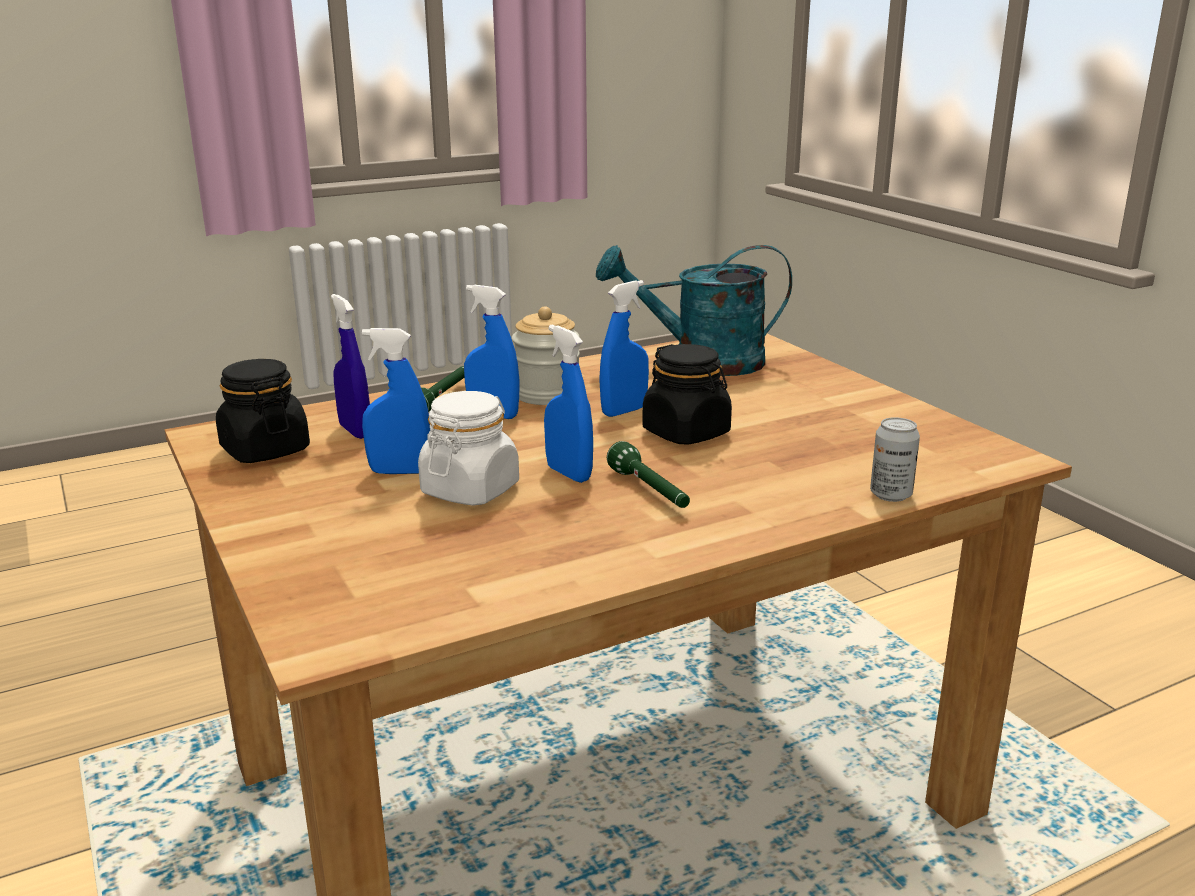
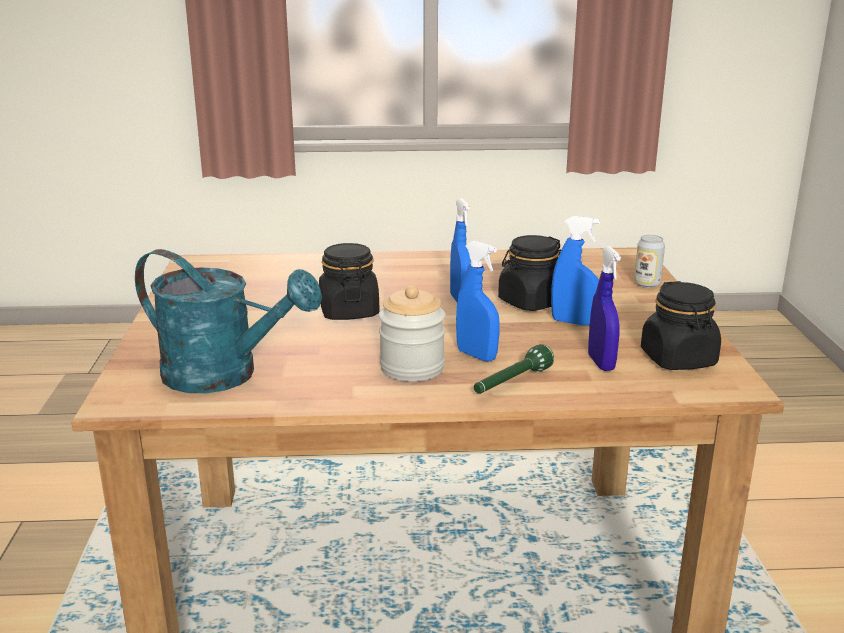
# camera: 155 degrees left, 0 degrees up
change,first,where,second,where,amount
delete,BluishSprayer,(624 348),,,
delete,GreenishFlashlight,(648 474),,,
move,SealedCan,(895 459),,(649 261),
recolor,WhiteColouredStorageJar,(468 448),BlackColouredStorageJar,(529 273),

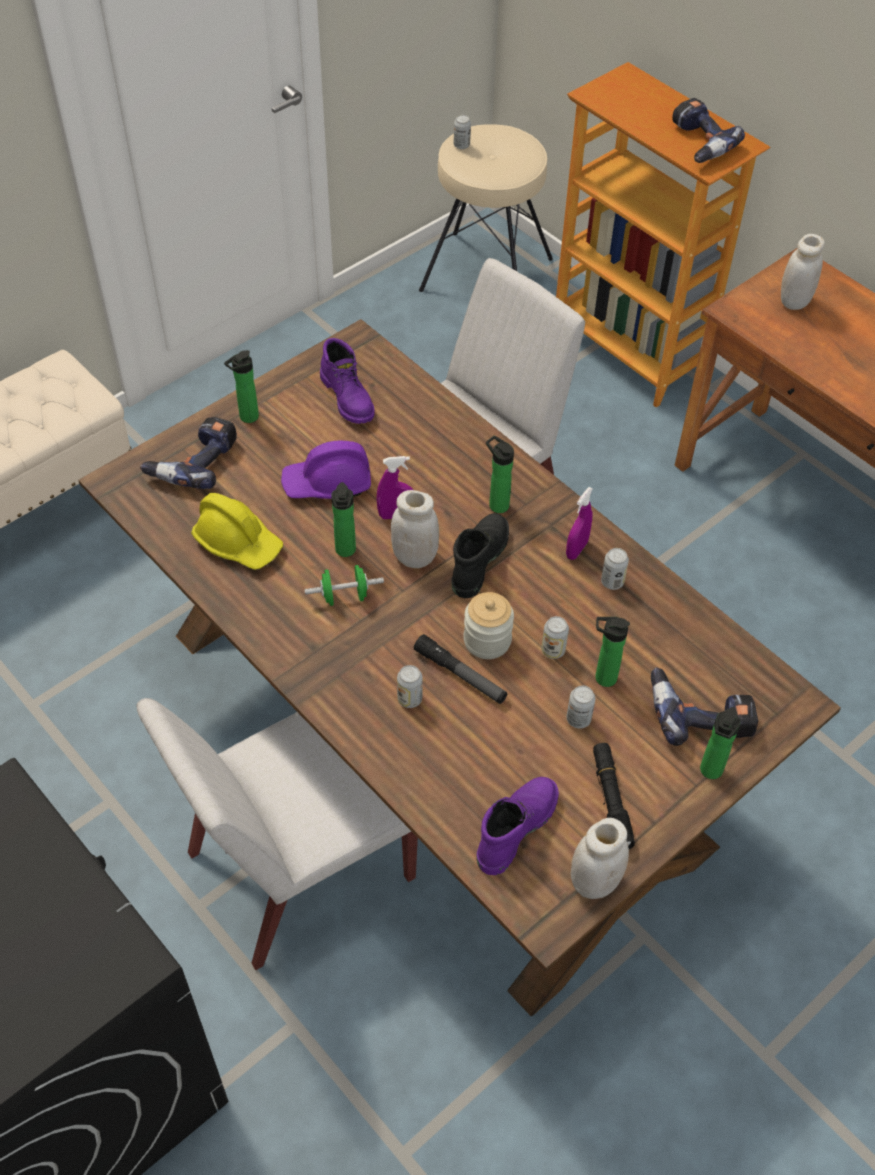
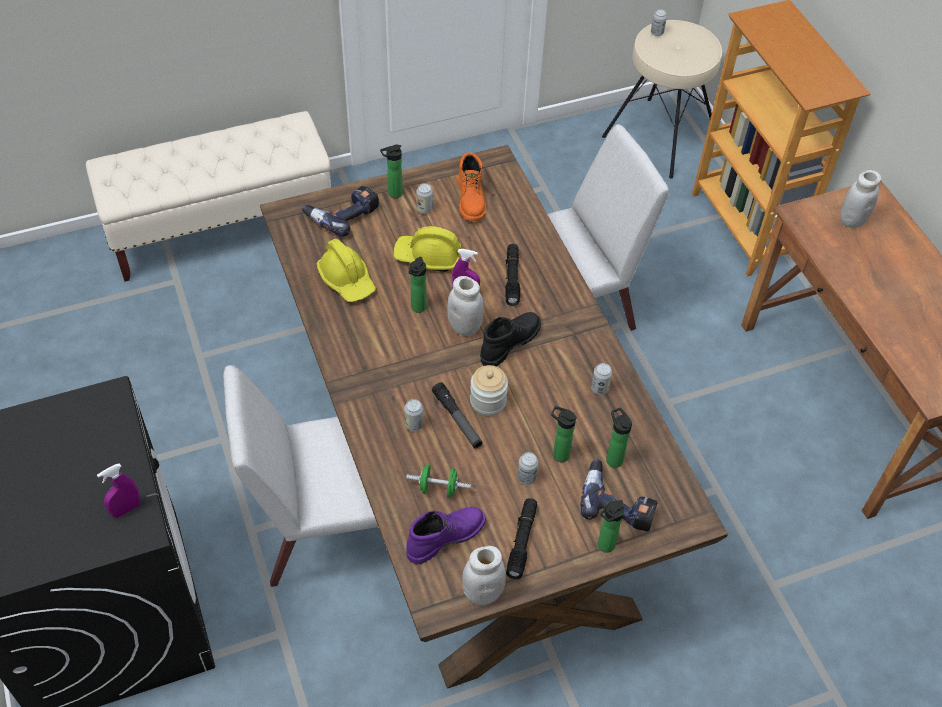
# camera: 20 degrees right, 0 degrees up
change,first,where,second,where,amount
delete,PowerDrill,(708 130),,,
insert,,,BlackColouredFlashlight,(512 275),
move,GreenishHandWeight,(344 585),,(438 481),
move,DrinkBottle,(500 474),,(619 437),
move,SealedCan,(555 637),,(424 198),
move,PurpleColouredSprayer,(579 523),,(118 490),
recolor,PurpleColouredWorkHelmet,(326 470),YellowColouredWorkHelmet,(427 249),
recolor,PurpleColouredHighTopBoot,(347 381),OrangeColouredHighTopBoot,(472 186),

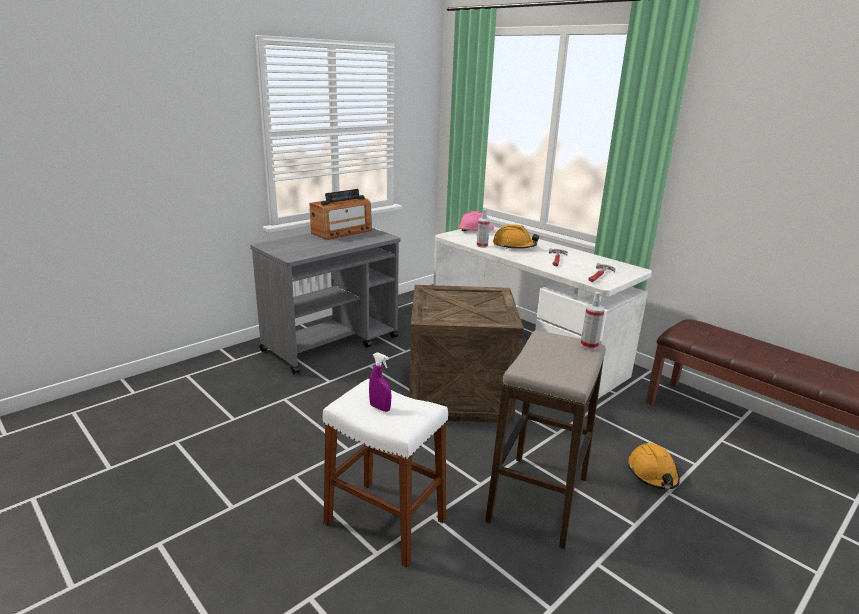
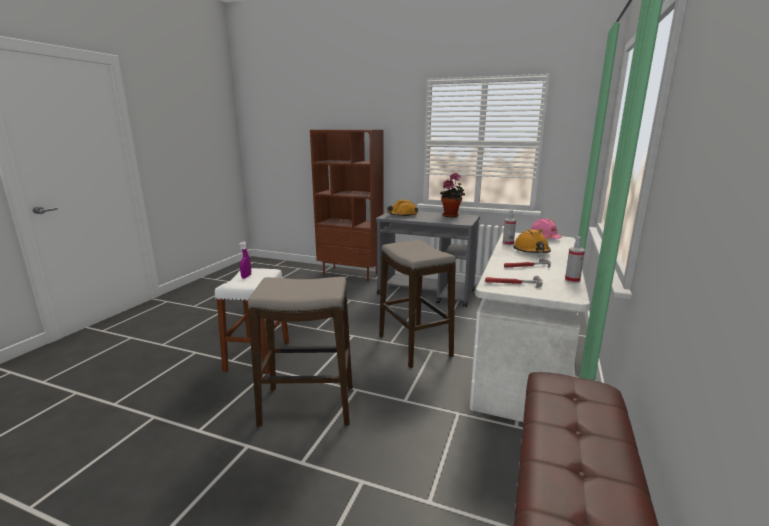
# camera: 65 degrees right, 5 degrees down
change,first,where,second,where,amount
insert,,,BrownishShelvingUnit,(347 205),
move,Sprayer,(593 321),,(575 259),
move,OrangeColouredWorkHelmet,(654 466),,(402 208),
replace,RadioReceiver,(340 214),Houseplant,(452 195),
replace,Crate,(466 354),SittingStool,(417 304),

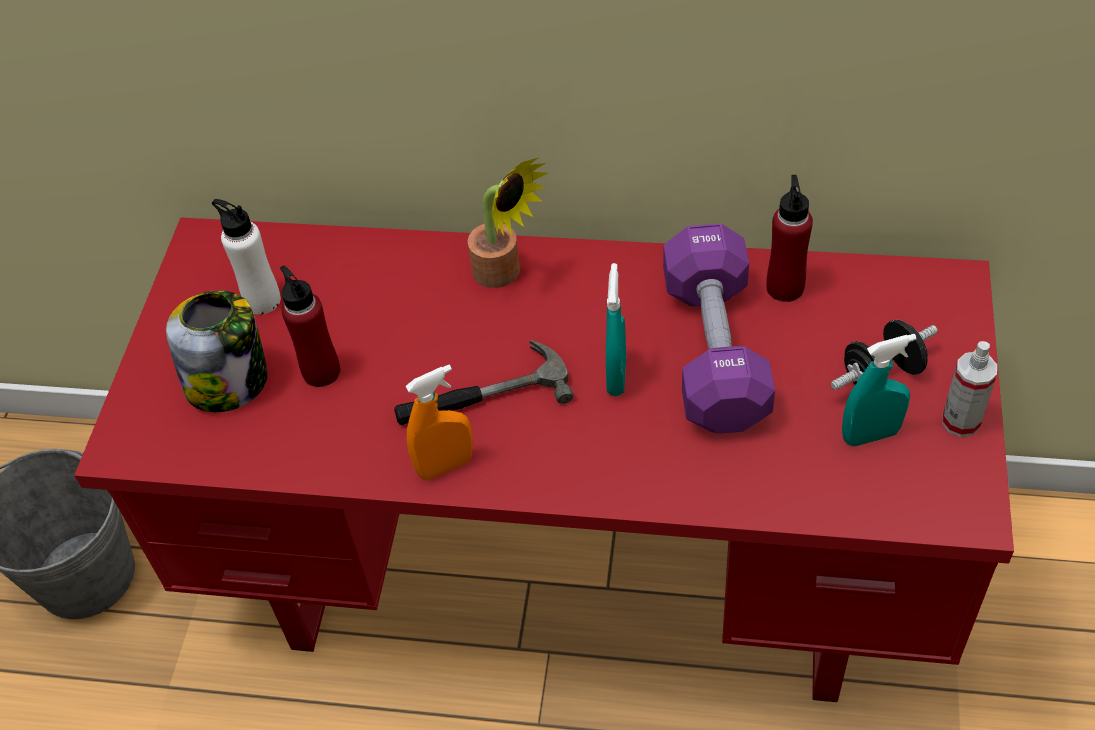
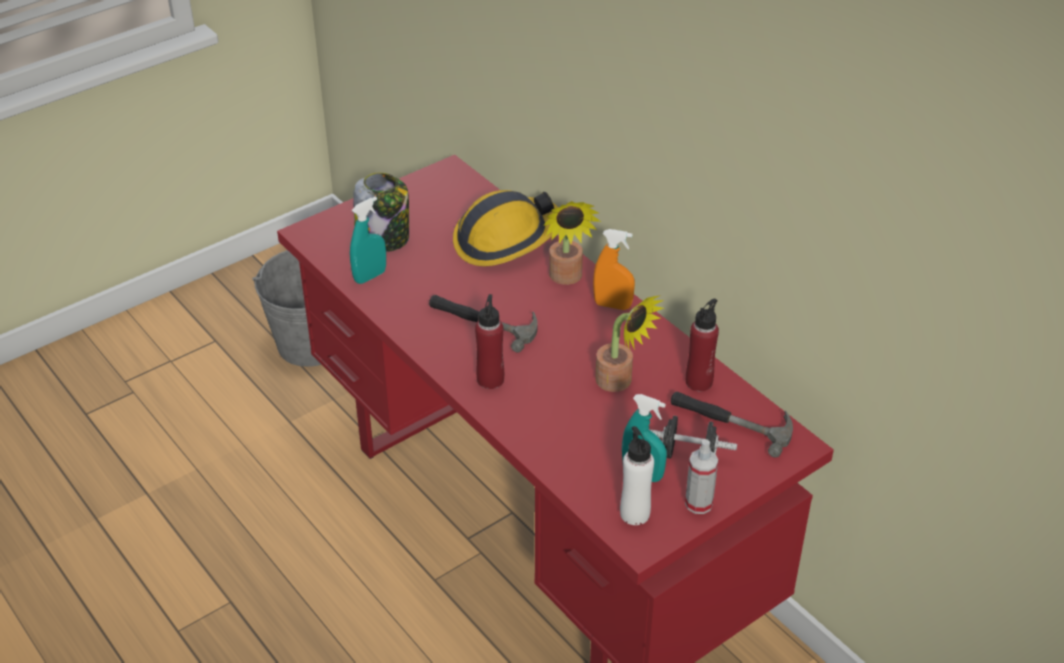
# camera: 40 degrees right, 10 degrees down
change,first,where,second,where,amount
insert,,,WorkHelmet,(505 228),
insert,,,Hammer,(732 424),
move,WhiteColouredDrinkBottle,(246 256),,(637 475),
move,RedDrinkBottle,(310 326),,(489 341),
move,OrangeColouredSprayer,(439 422),,(614 269),
move,BlueGreenSprayer,(616 329),,(368 240),
replace,PurpleColouredHandWeight,(719 328),Houseplant,(629 343),

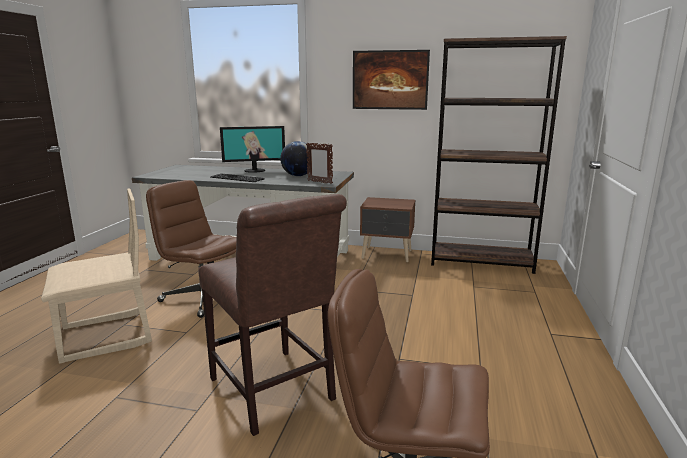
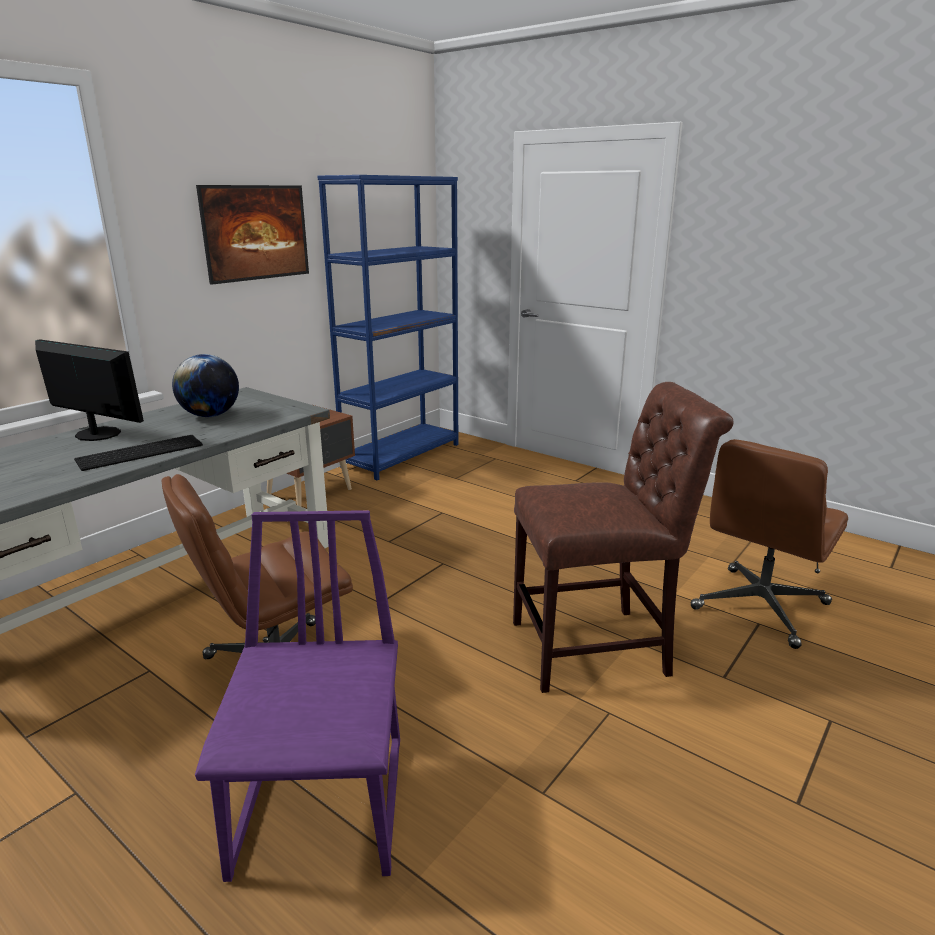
# camera: 65 degrees left, 5 degrees up
change,first,where,second,where,amount
delete,PhotoFrame,(319 163),,,
recolor,BeigePlainChair,(96 276),PurpleColouredPlainChair,(297 696),
recolor,BrownishShelvingUnit,(499 155),BluishShelvingUnit,(388 327),
rotate,ComputerScreen,(252 149),,(89 390),75 degrees counterclockwise

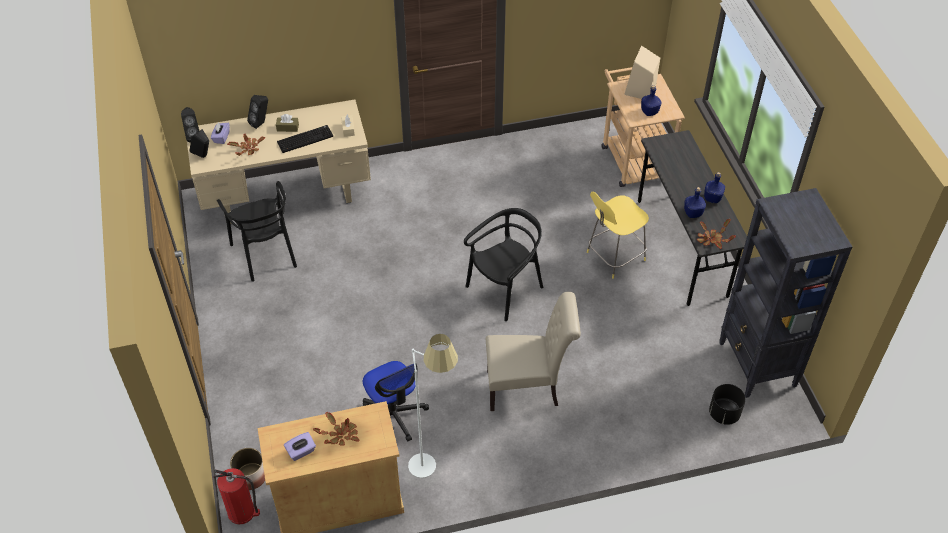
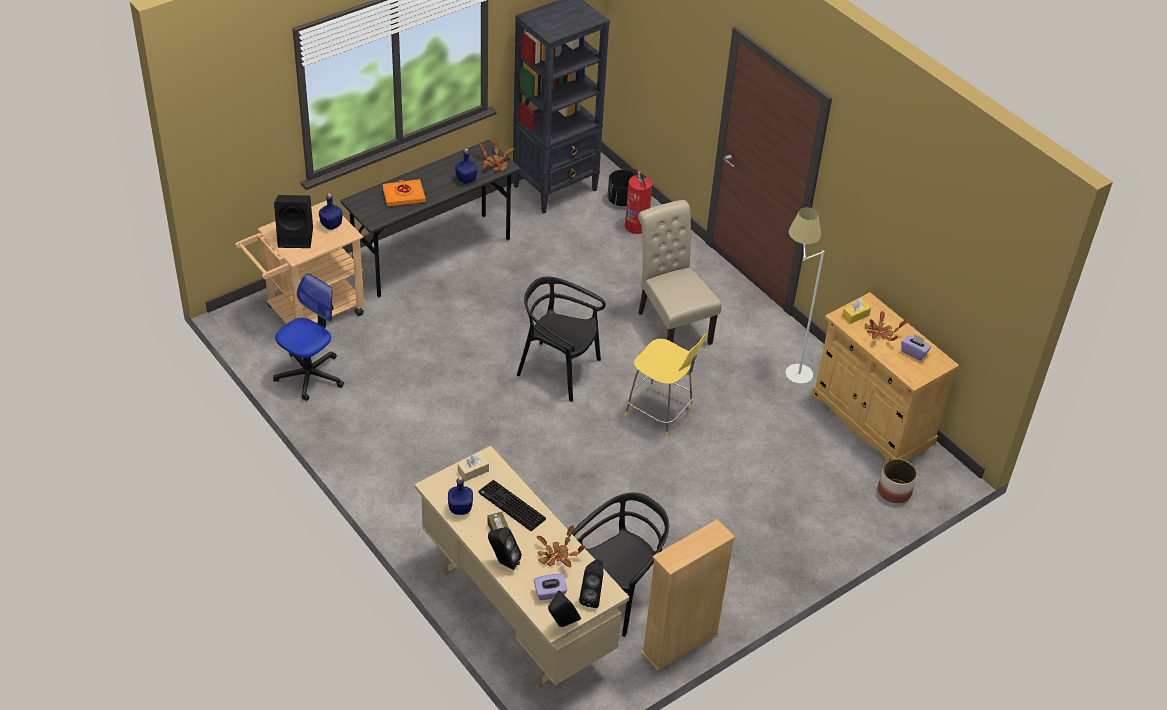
# camera: 115 degrees left, 5 degrees down
change,first,where,second,where,amount
insert,,,OrangeColouredBoundBook,(404 192),
insert,,,BeigeShelvingUnit,(688 595),
insert,,,YellowColouredBoxOfTissues,(856 311),
move,FireExtinguisher,(236 496),,(638 201),
move,ComputerChair,(396 401),,(308 337),
move,YellowColouredSittingStool,(618 235),,(666 385),
move,BluishDrinkBottle,(714 187),,(460 495),
recolor,BeigeSpeaker,(642 72),BlackColouredSpeaker,(293 221),

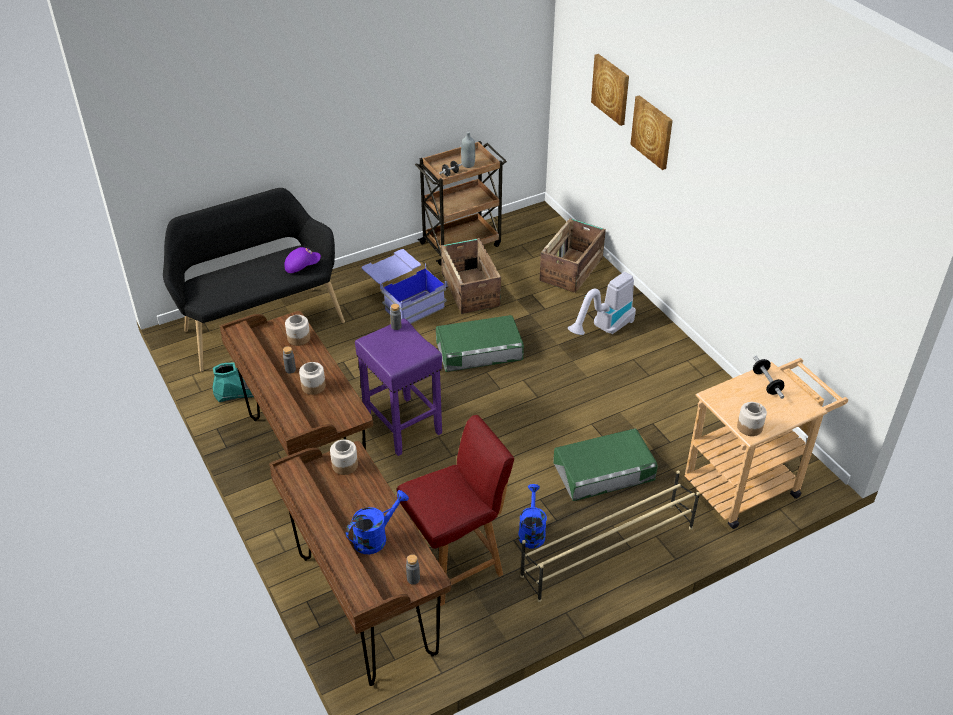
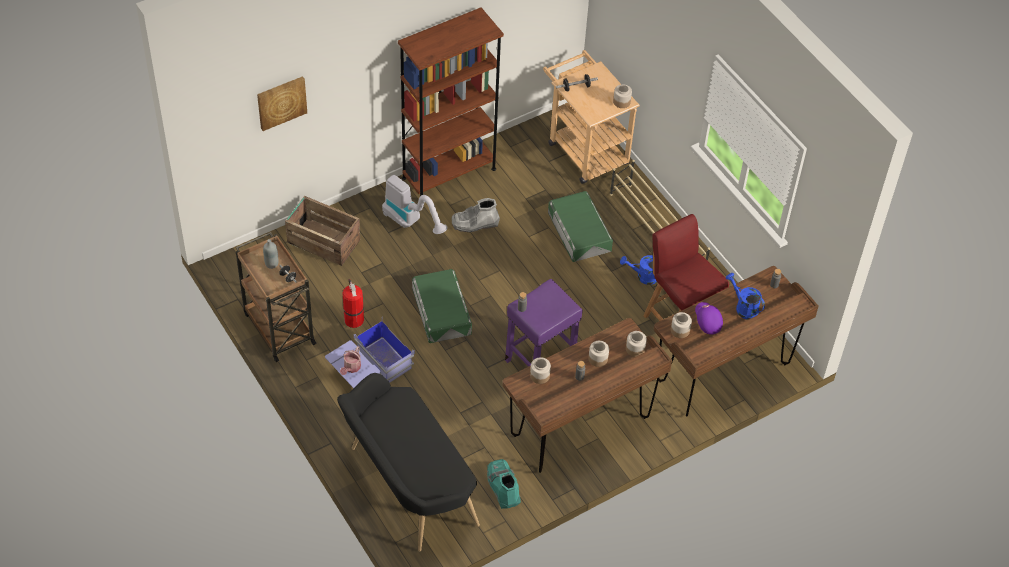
# camera: 95 degrees left, 10 degrees up
change,first,where,second,where,amount
delete,WallArt,(651 132),,,
insert,,,WateringCan,(350 360),
insert,,,BrownishShelvingUnit,(451 101),
insert,,,GreyHighTopBoot,(475 215),
insert,,,StorageJar,(636 344),
move,PurpleColouredPeakedCap,(302 260),,(709 318),
replace,Crate,(471 276),FireExtinguisher,(353 303),

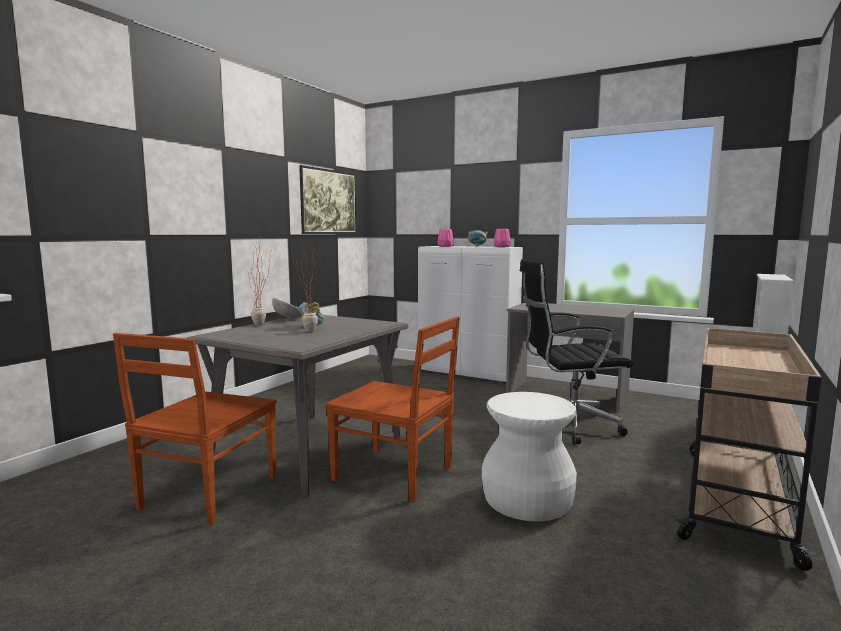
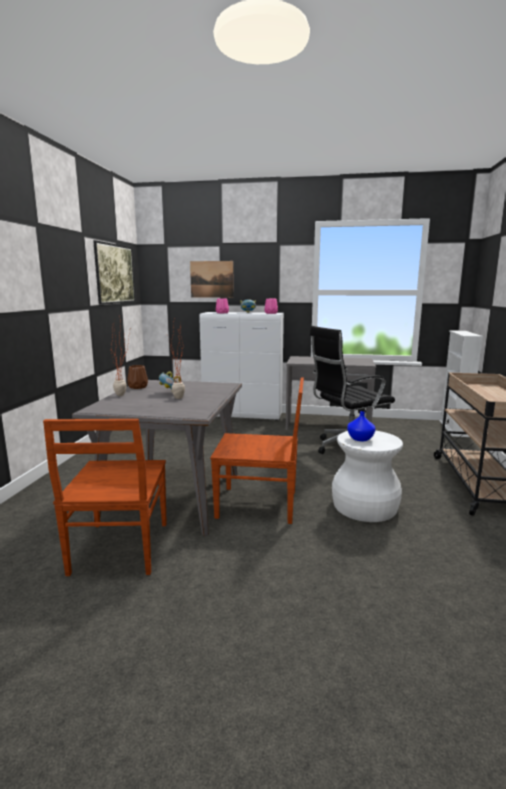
# camera: 20 degrees left, 5 degrees up
change,first,where,second,where,amount
insert,,,WallArt,(212 279),
insert,,,BluishDecorativeVase,(361 426),
replace,ServingBowl,(287 309),BrownishDecorativeVase,(137 377),

